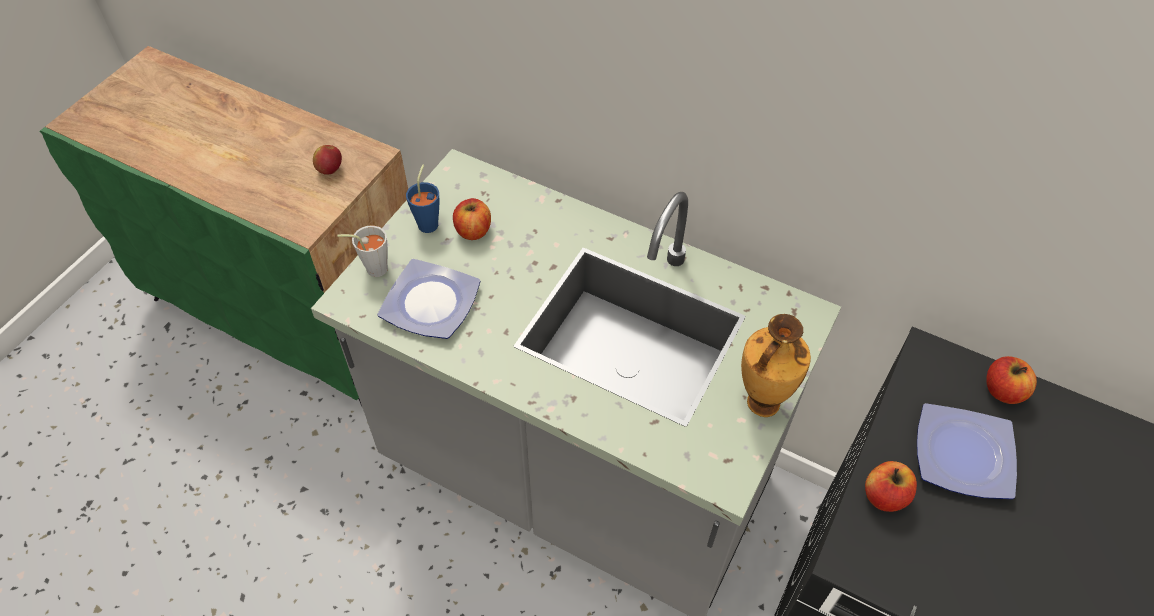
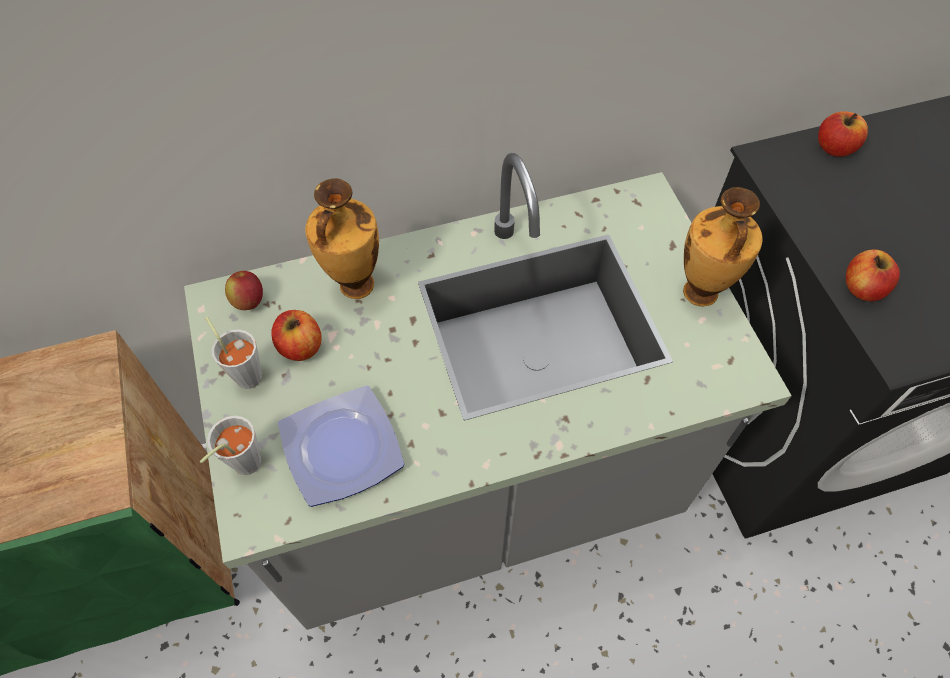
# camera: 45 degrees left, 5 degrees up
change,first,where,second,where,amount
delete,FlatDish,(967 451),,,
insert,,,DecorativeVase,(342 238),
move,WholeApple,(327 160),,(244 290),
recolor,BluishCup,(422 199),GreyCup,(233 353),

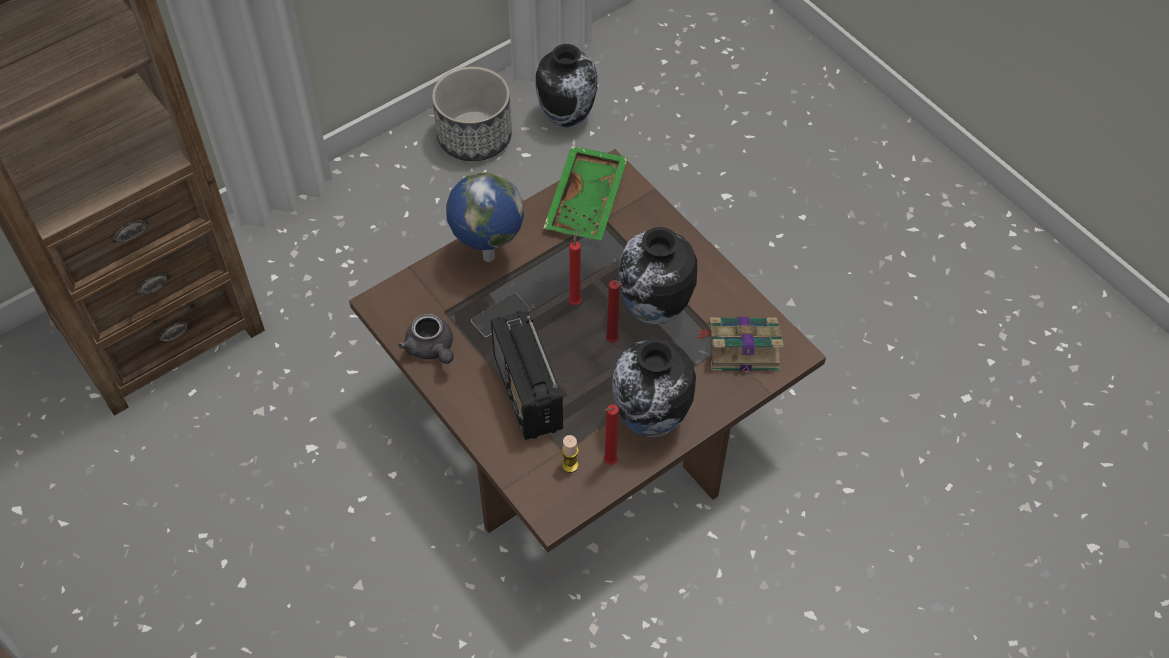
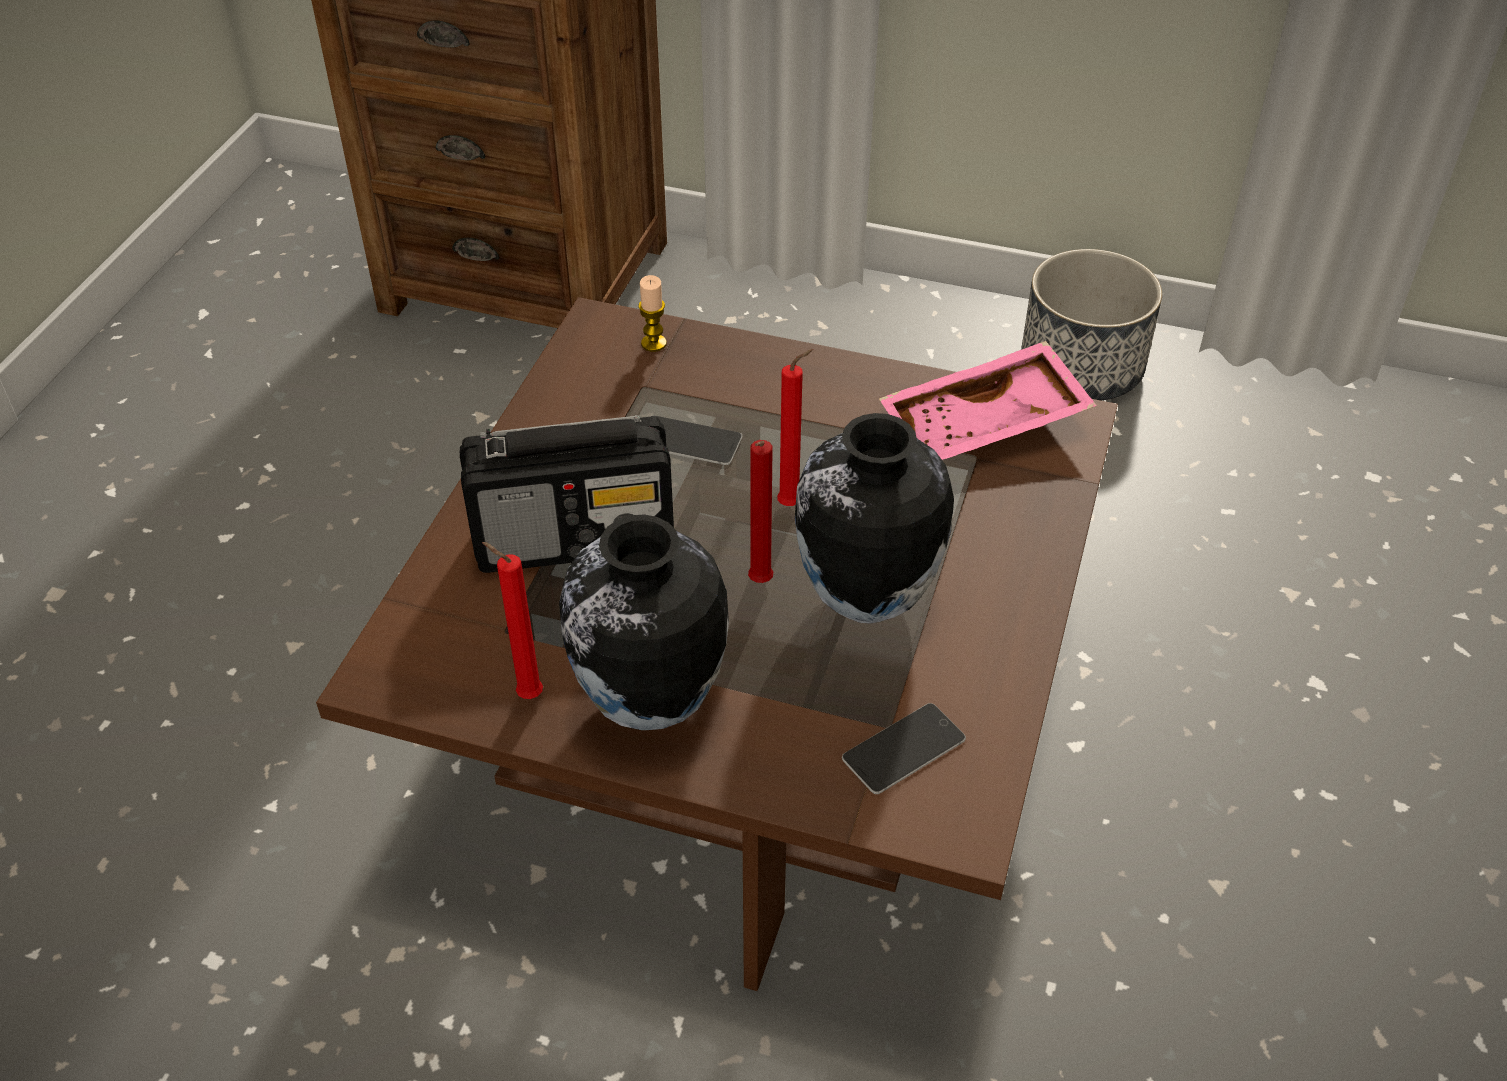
# camera: 55 degrees right, 10 degrees down
change,first,where,second,where,amount
delete,GreyTeaPot,(426 338),,,
delete,Globe,(485 217),,,
delete,DecorativeVase,(567 85),,,
move,WaxCandle,(570 454),,(652 313),
replace,BoundBook,(740 344),Handset,(904 748),
recolor,GreenishServingTray,(586 193),PinkServingTray,(988 400),
rotate,RadioReceiver,(527 375),,(567 494),135 degrees counterclockwise

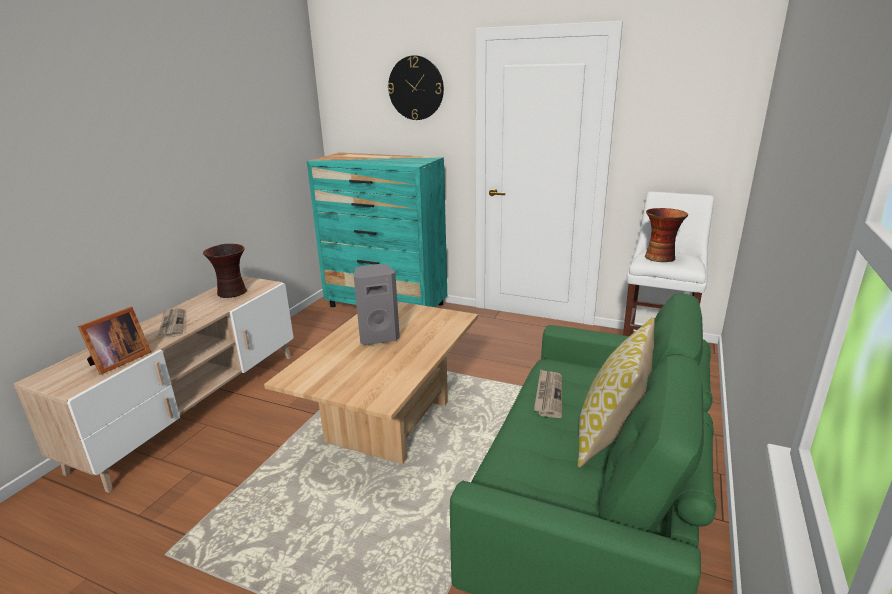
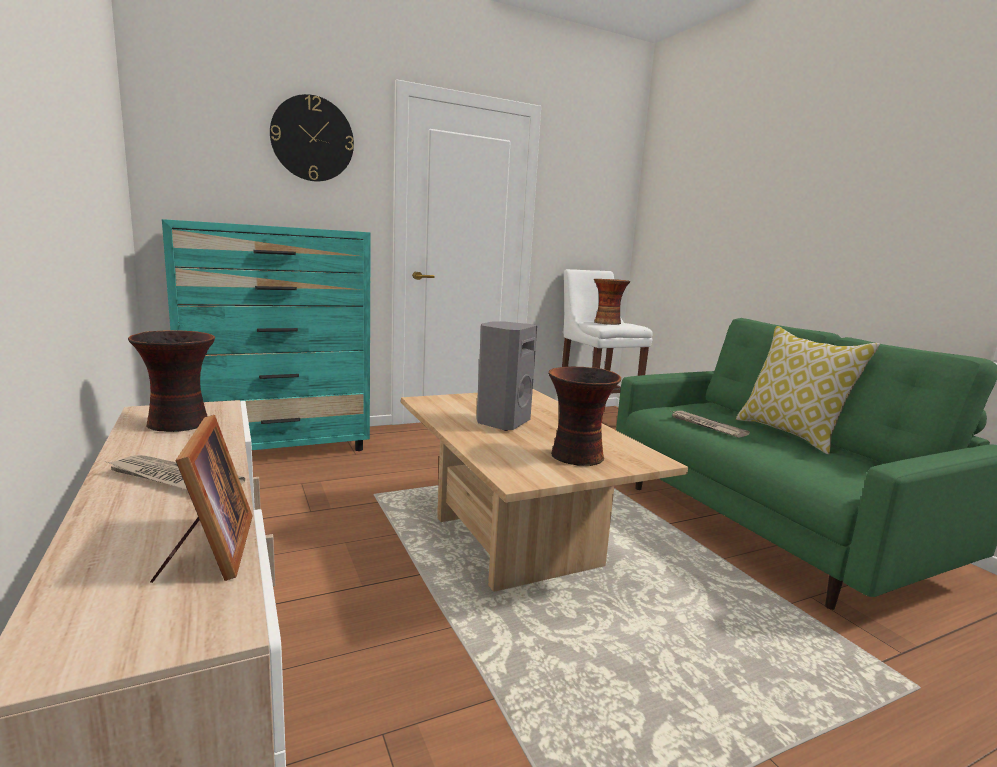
# camera: 50 degrees left, 10 degrees down
change,first,where,second,where,amount
insert,,,DecorativeVase,(584 416),

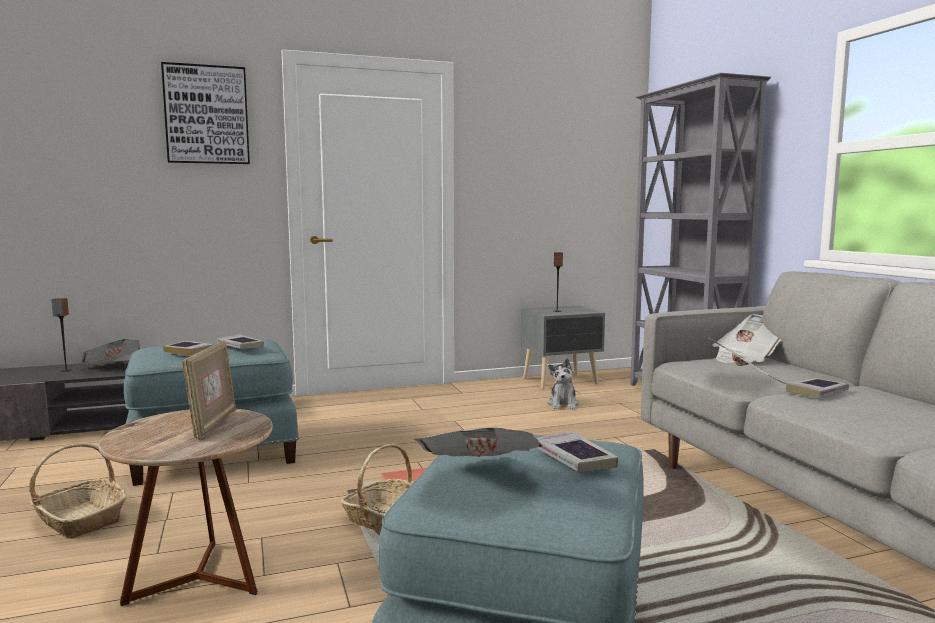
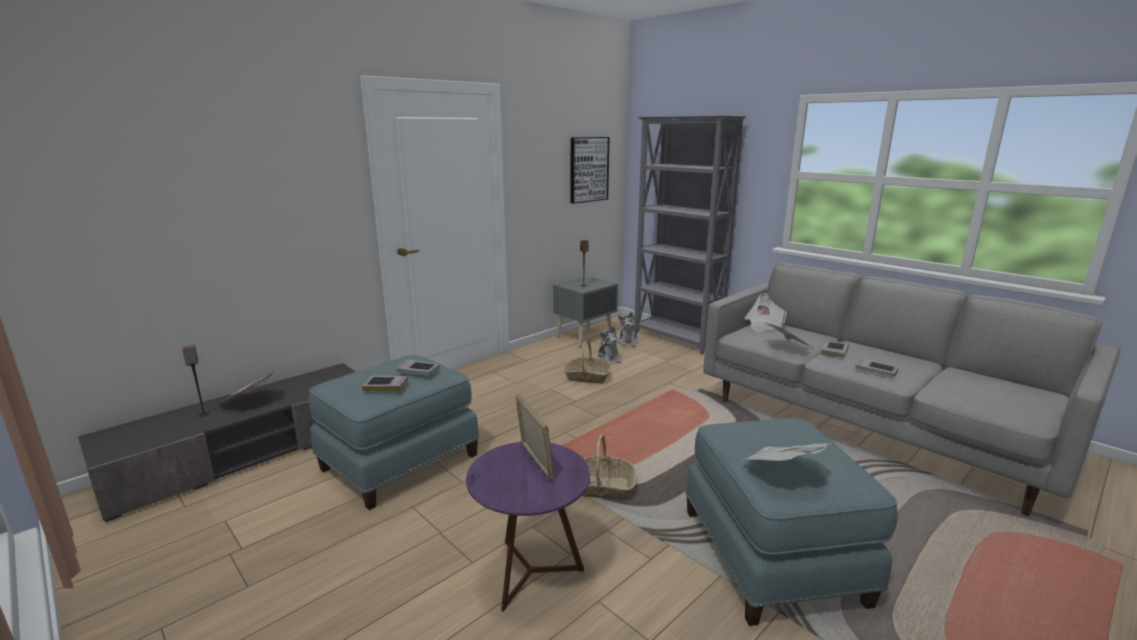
# camera: 25 degrees left, 10 degrees up
change,first,where,second,where,amount
insert,,,SoftToy,(628 329),
move,StorageBasket,(77 490),,(587 362),
move,WallArt,(205 113),,(590 170),
move,BoundBook,(577 451),,(877 367),
recolor,BrownishAccentTable,(186 507),PurpleColouredAccentTable,(528 527),

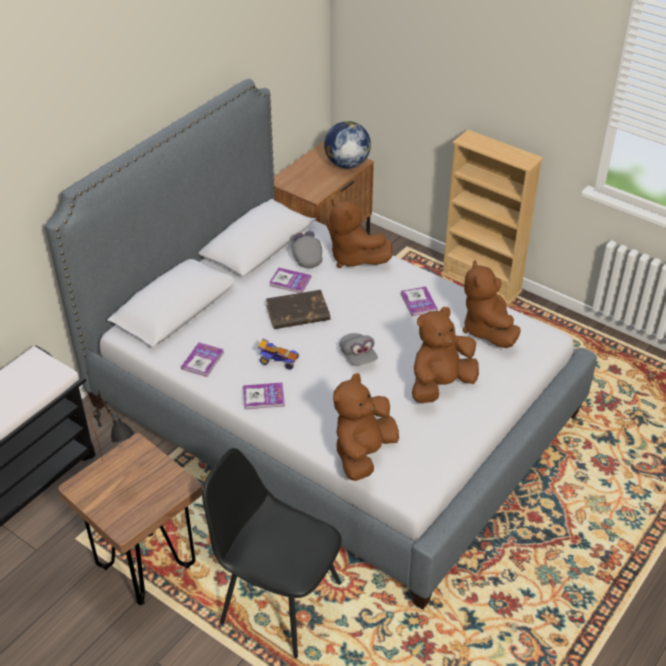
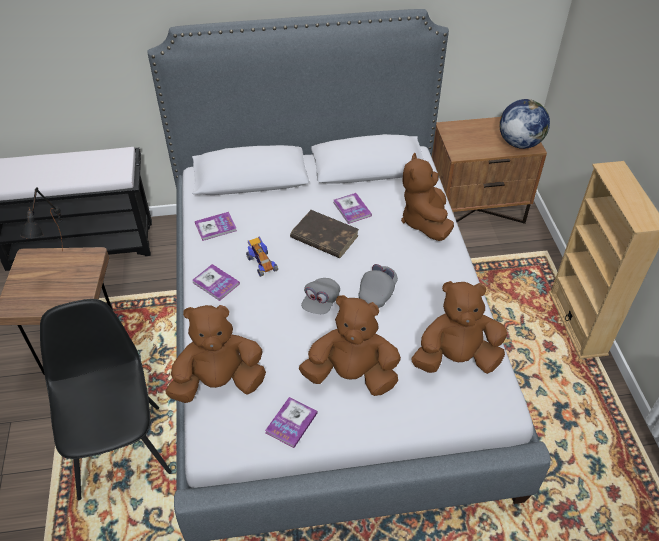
# camera: 45 degrees right, 5 degrees up
change,first,where,second,where,amount
move,GreyPeakedCap,(307 249),,(378 286),
move,BoundBook,(419 301),,(291 422),
rotate,BrownishSoftToy,(492 304),,(459 327),45 degrees clockwise

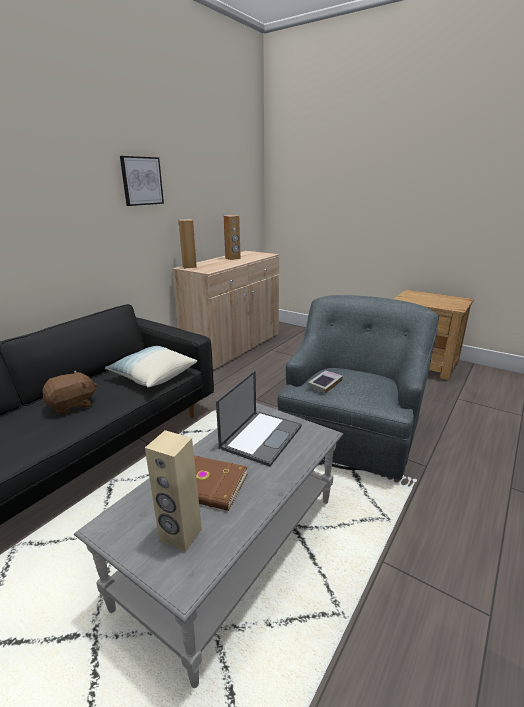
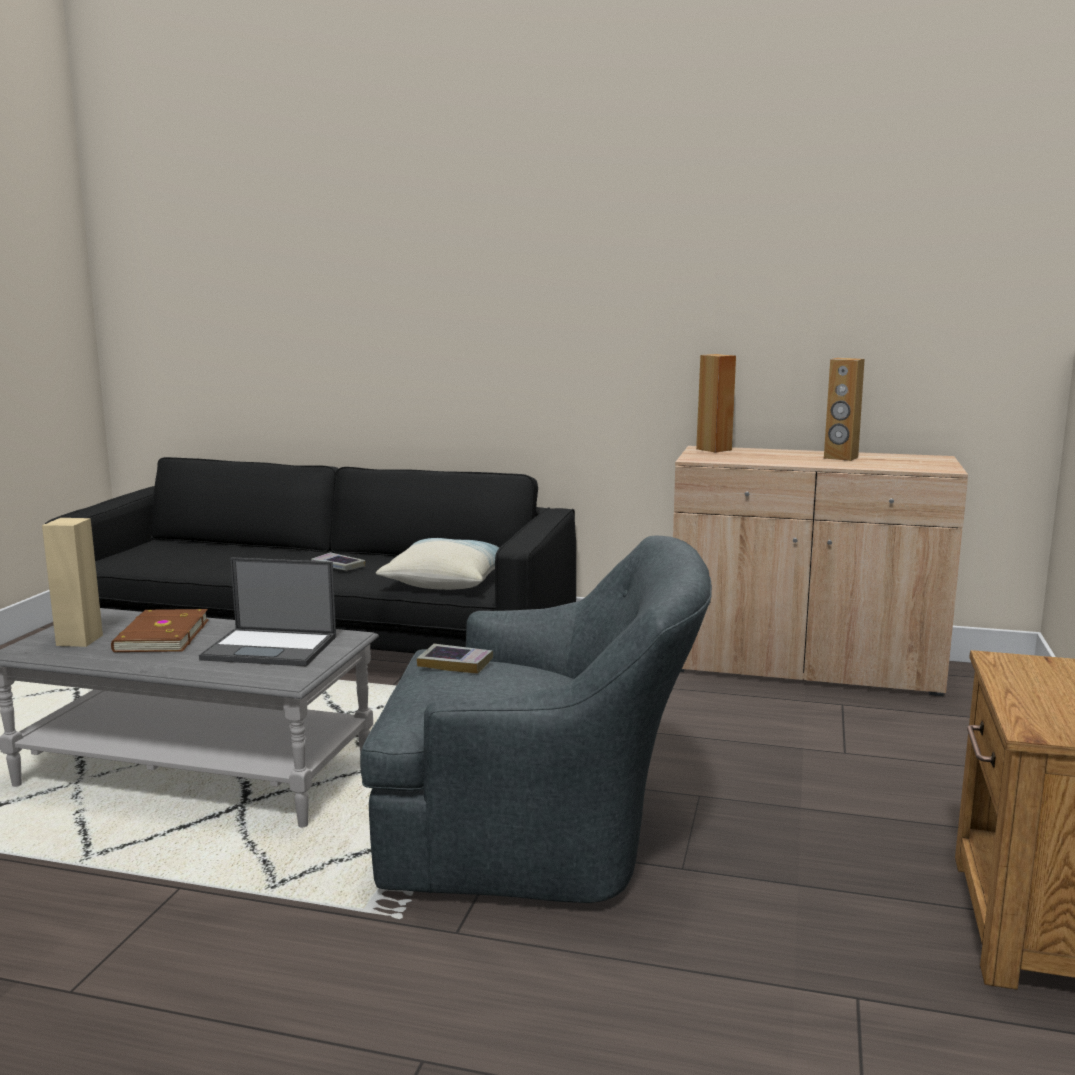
# camera: 70 degrees right, 10 degrees down
change,first,where,second,where,amount
delete,WallArt,(142 181),,,
replace,BrownishSoftToy,(69 393),BoundBook,(338 561),

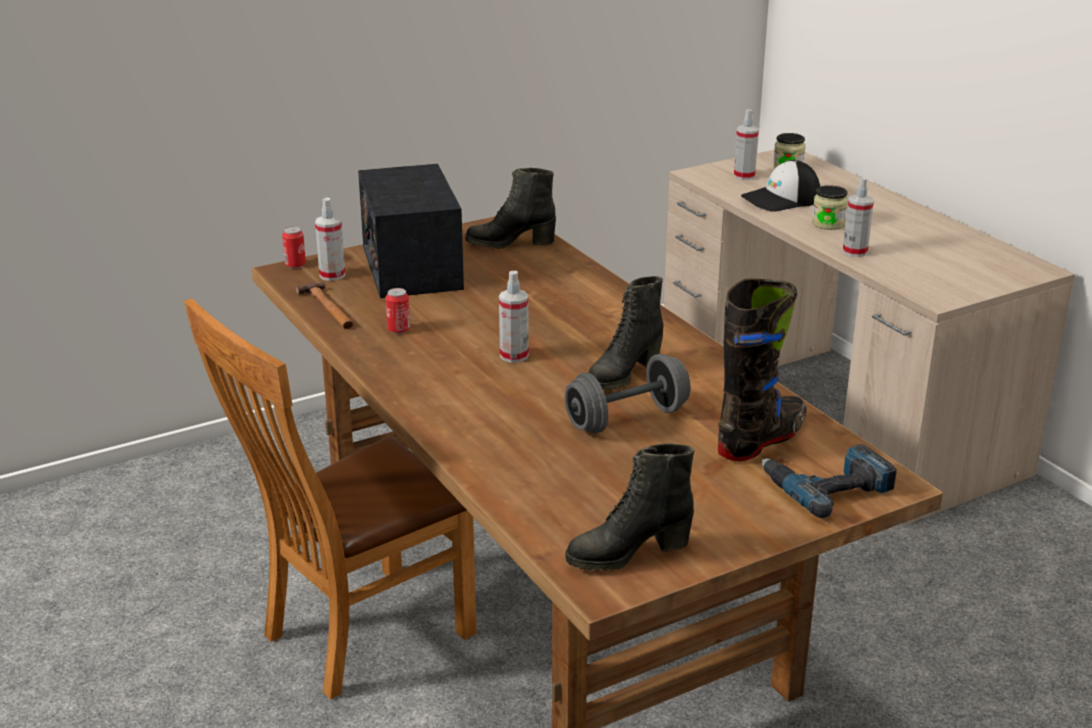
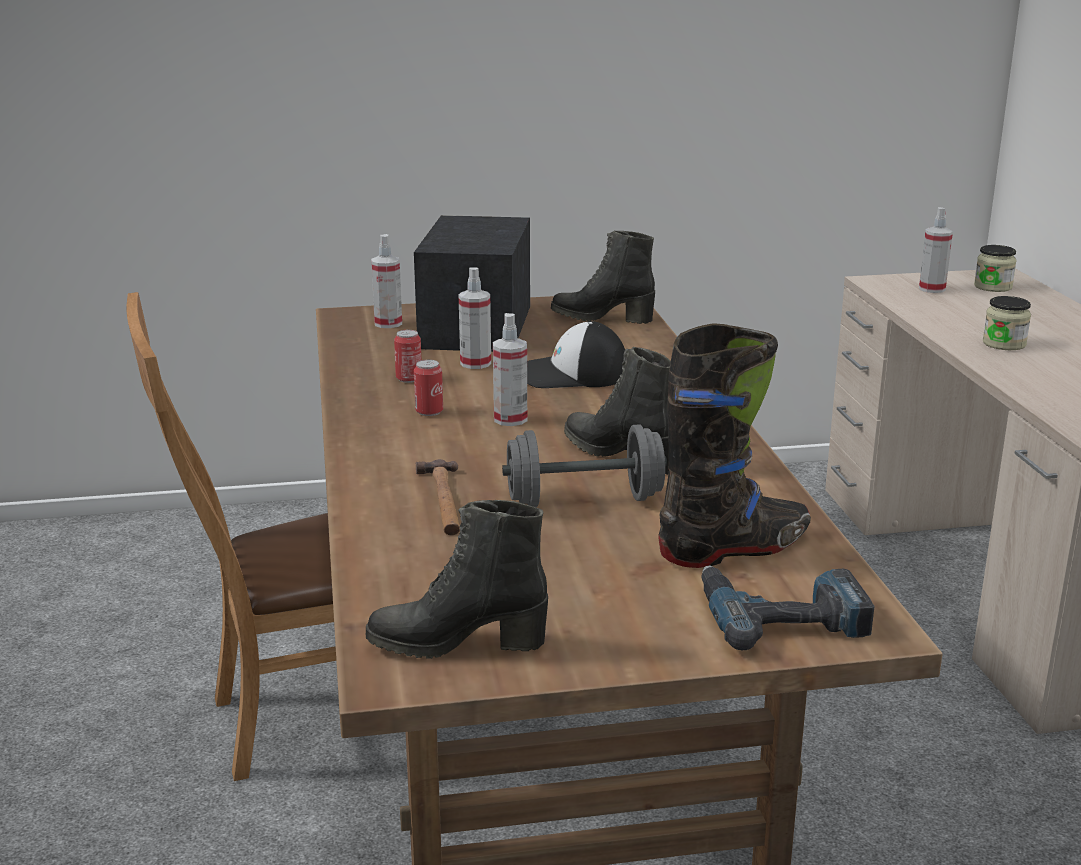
# camera: 20 degrees right, 5 degrees down
change,first,where,second,where,amount
move,SealedCan,(294 247),,(428 388),
move,Hammer,(324 305),,(438 497),
move,PeakedCap,(780 186),,(576 354),
move,Sprayer,(858 217),,(475 318),
rotate,BlackColouredHighTopBoot,(626 333),,(617 411),75 degrees clockwise

